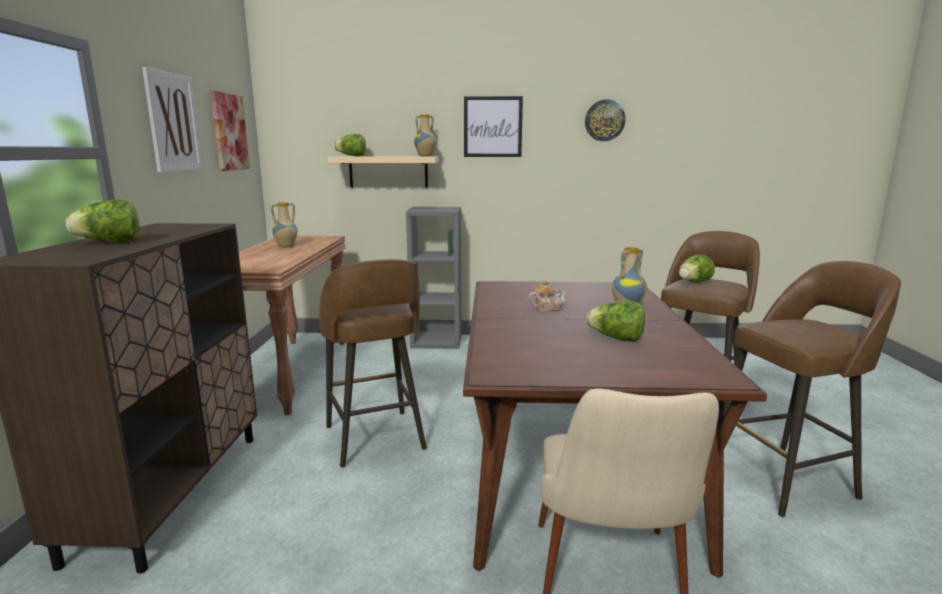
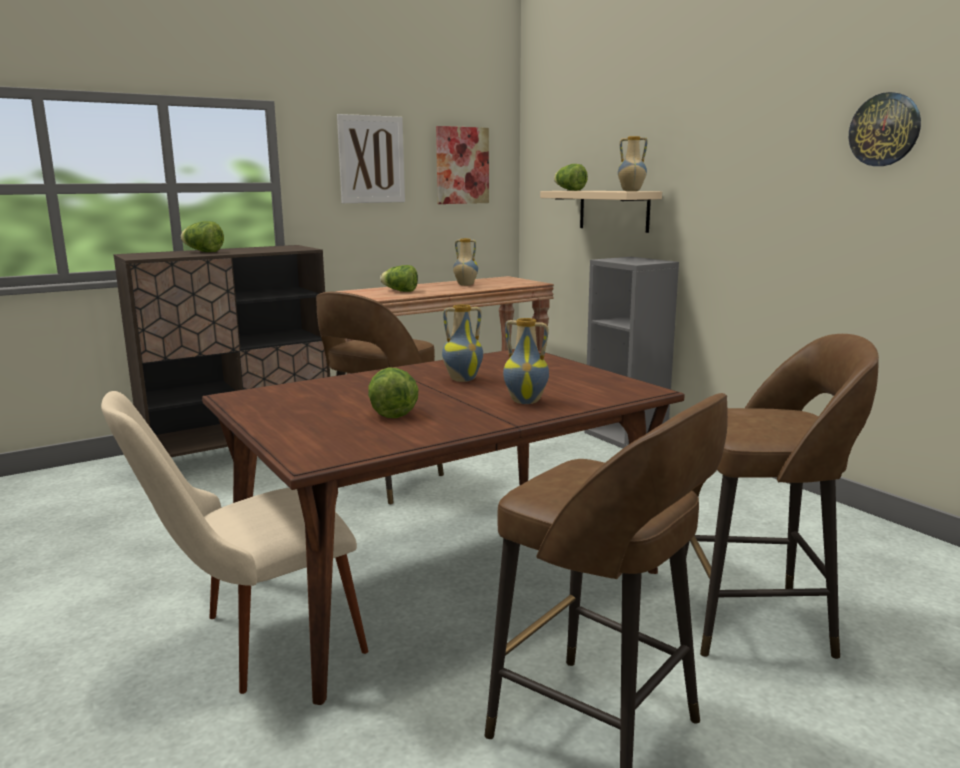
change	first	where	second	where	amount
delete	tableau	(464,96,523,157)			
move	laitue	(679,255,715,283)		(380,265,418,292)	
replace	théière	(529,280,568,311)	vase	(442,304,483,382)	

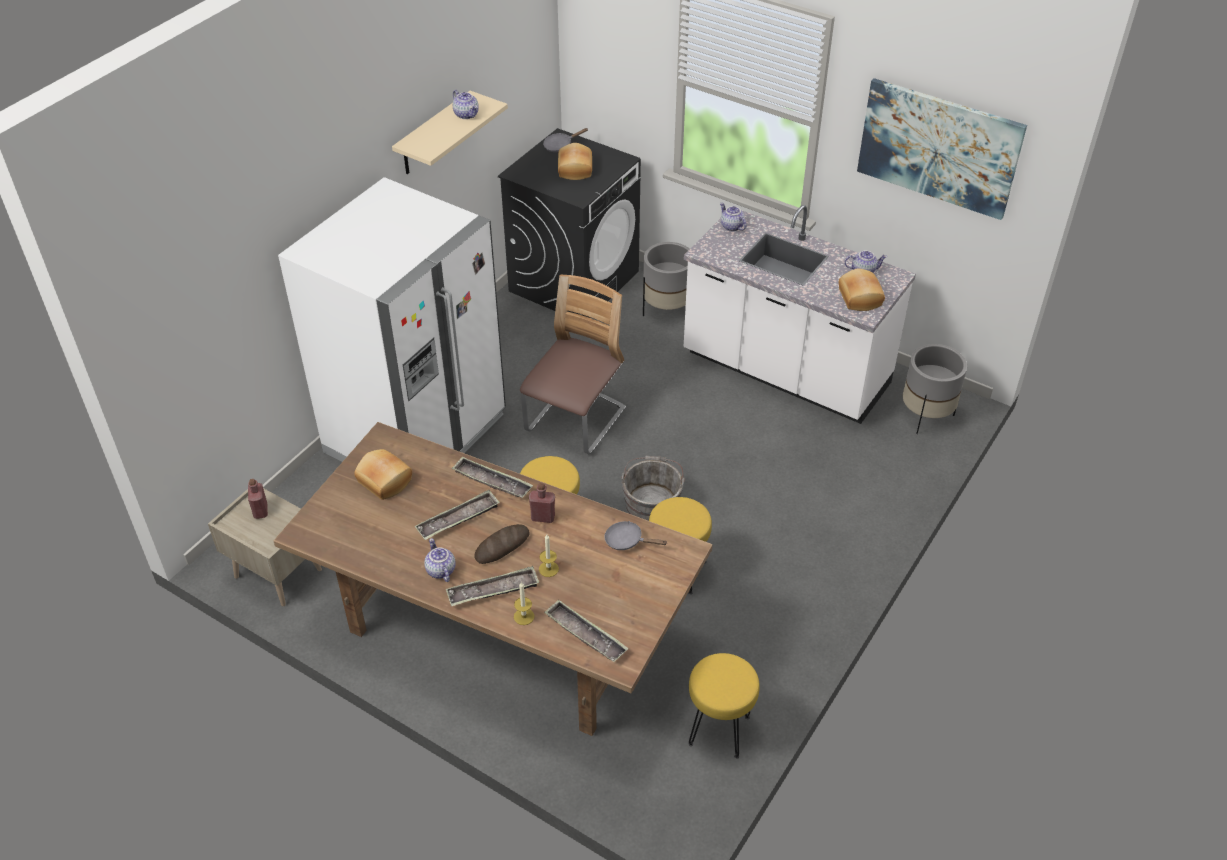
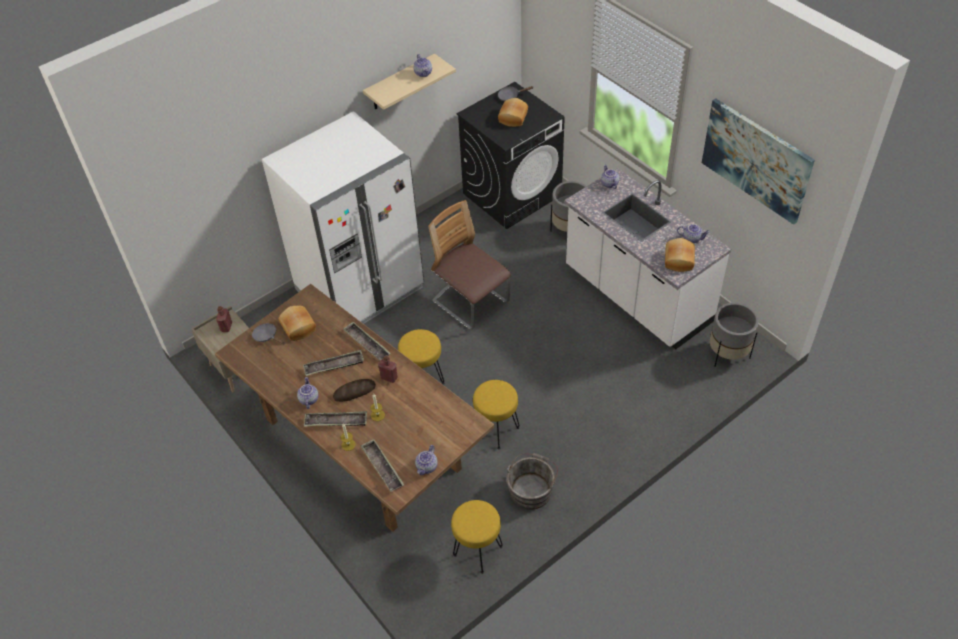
change	first	where	second	where	amount
rotate	chaise	(520,274,626,454)		(428,200,511,330)	90 degrees counterclockwise
move	seau/gris	(621,456,685,521)		(506,453,558,510)	
move	poêle/gris	(604,521,668,550)		(252,323,285,345)	
insert			théière	(415,445,438,475)	

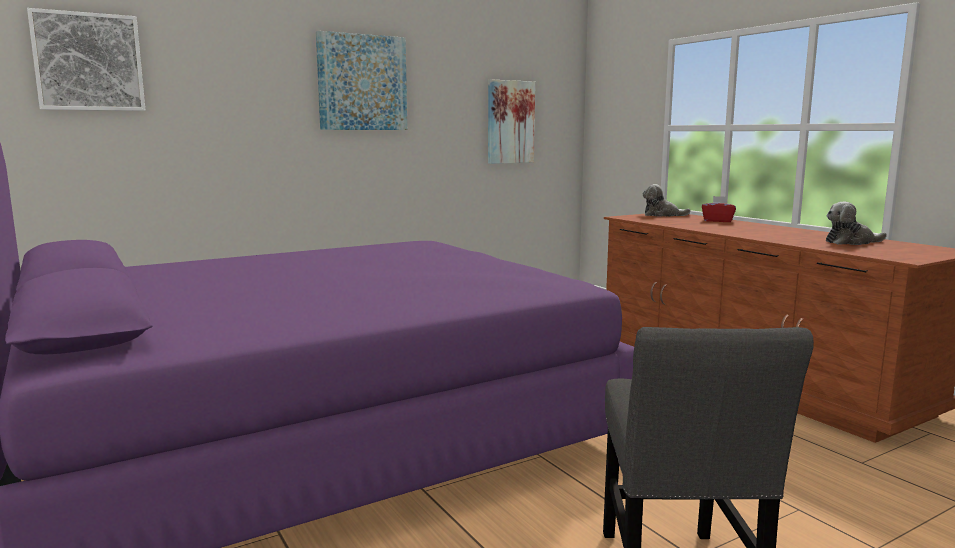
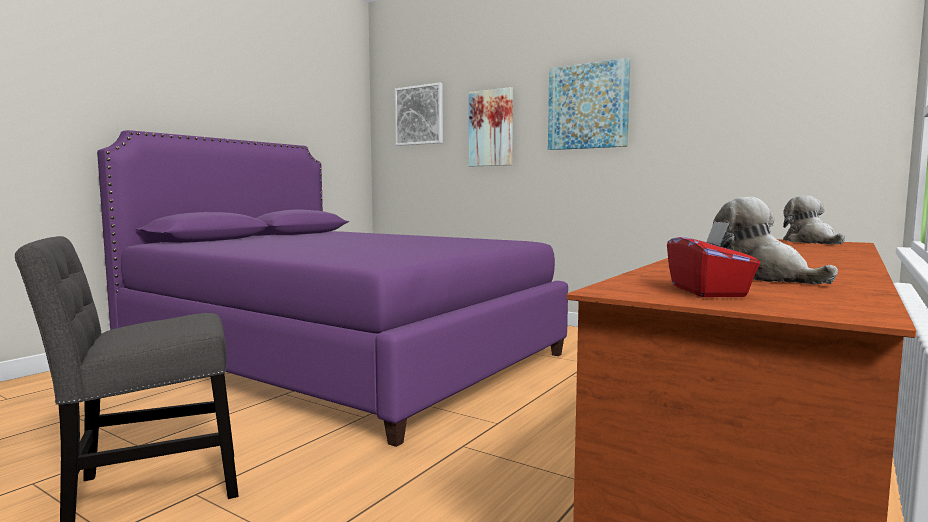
change	first	where	second	where	amount
move	tableau	(488,79,535,164)		(469,87,513,167)	
move	boîte à mouchoirs/rouge	(702,196,736,222)		(667,221,760,297)	

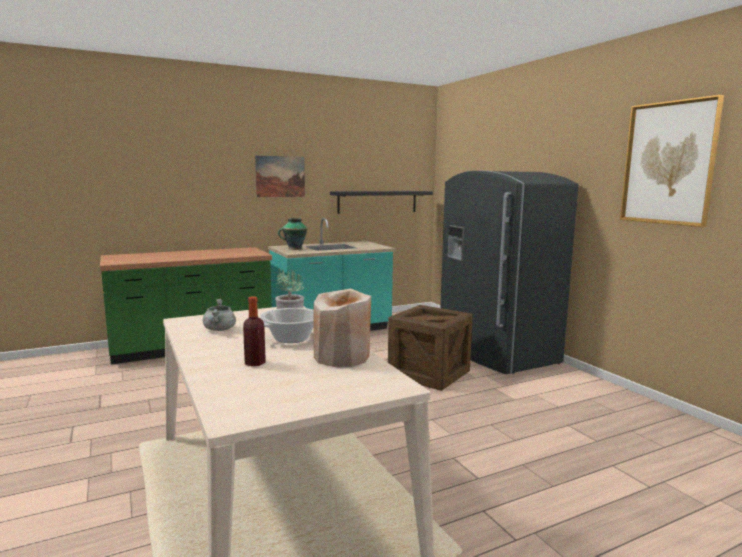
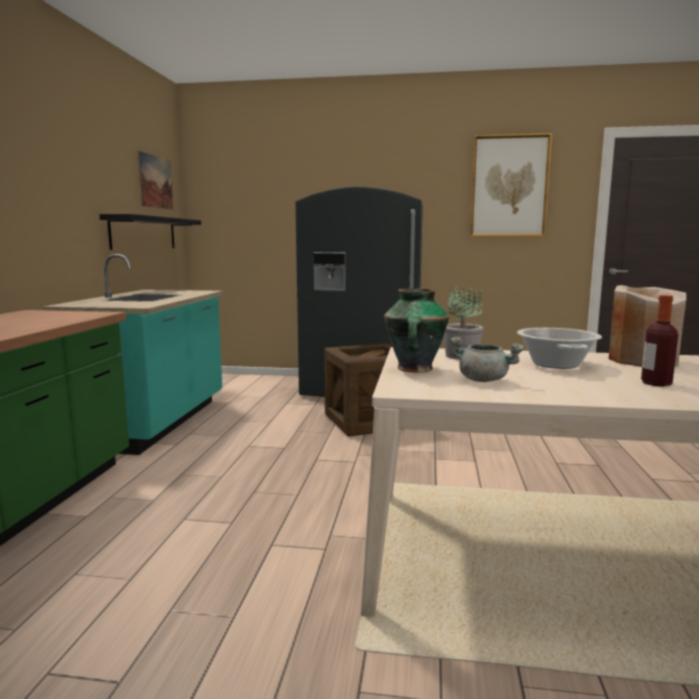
change	first	where	second	where	amount
move	tableau	(255,156,305,197)		(138,151,173,210)	
move	vase	(278,218,307,250)		(384,289,449,373)	

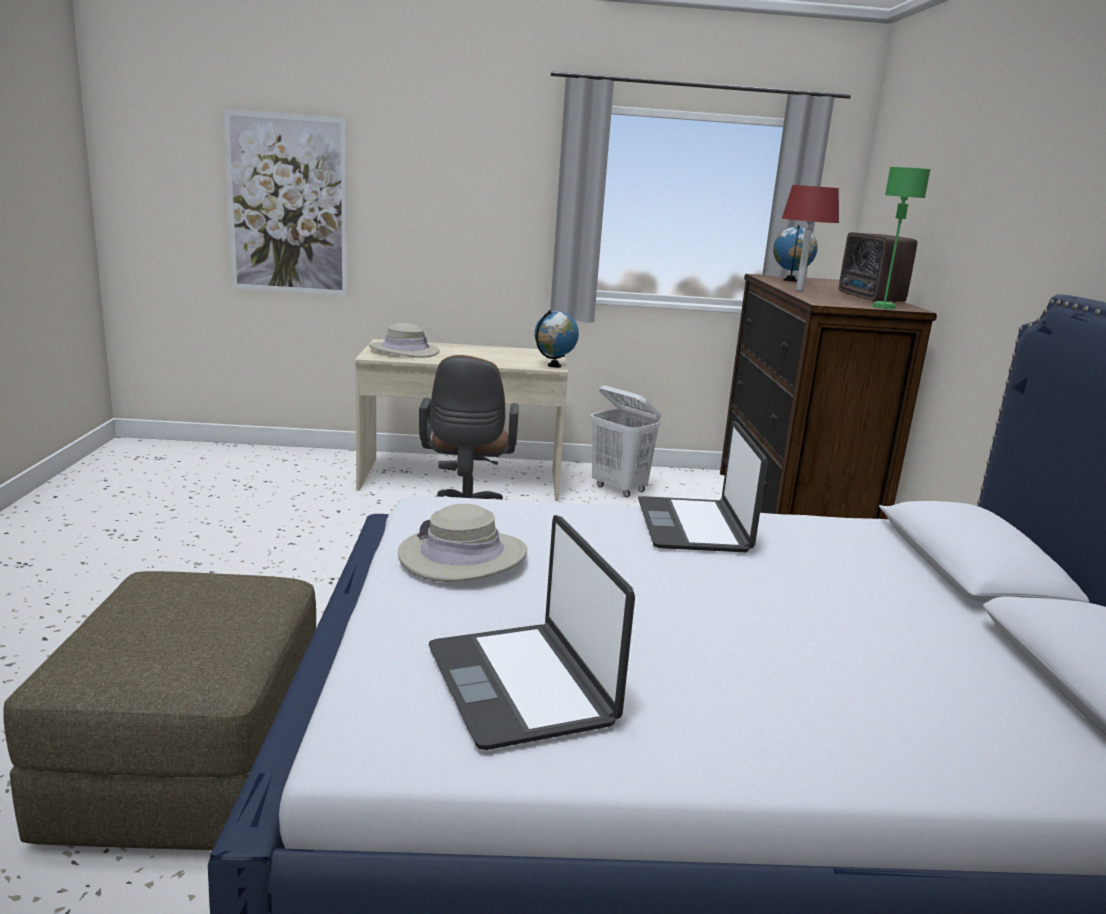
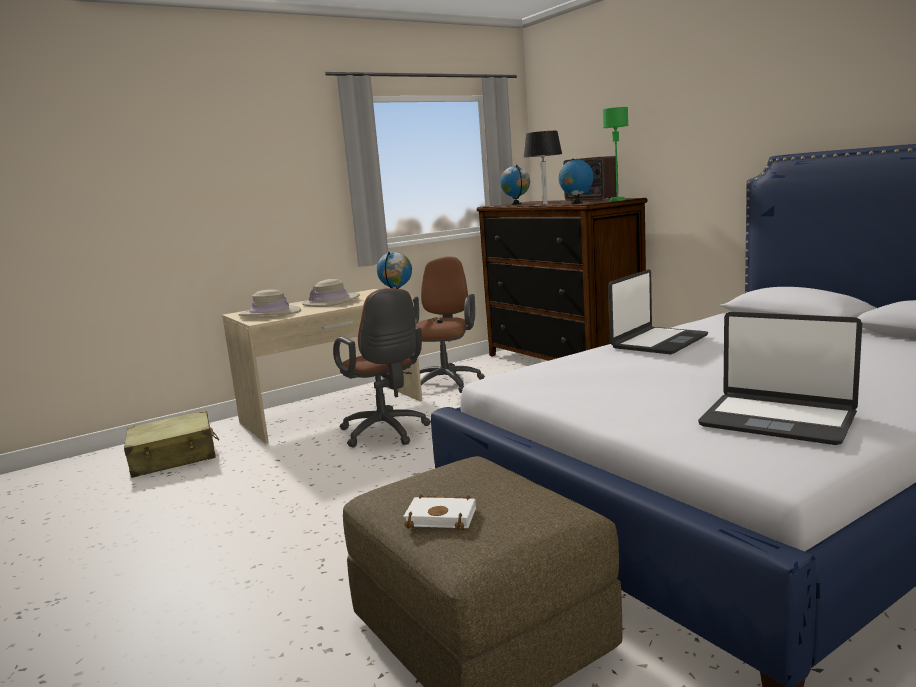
change	first	where	second	where	amount
delete	tableau	(223,109,348,296)			
recolor	lampe de table/rouge	(782,185,839,291)	lampe de table/noir	(524,131,562,204)	
replace	panier à linge/blanc	(591,385,661,497)	chaise de bureau/marron	(413,256,485,393)	
rotate	ordinateur portable	(638,421,768,553)		(608,269,708,354)	105 degrees counterclockwise
move	chapeau/beige	(398,504,527,582)		(302,279,360,307)	
insert			globe	(558,158,594,204)	
insert			valise/beige	(124,410,219,478)	
insert			livre/blanc	(403,494,476,530)	

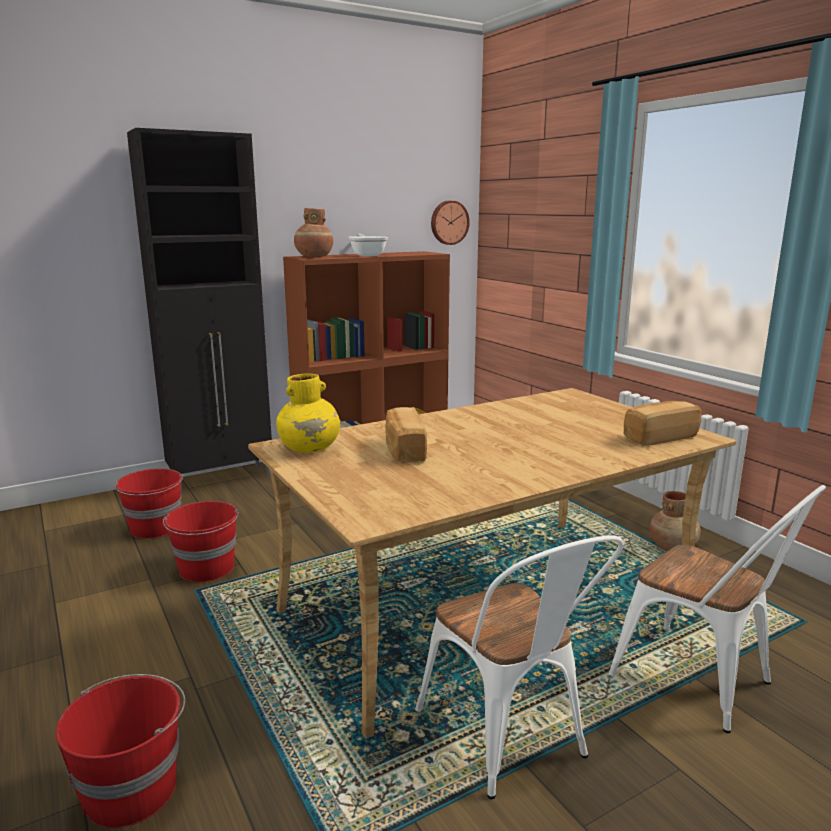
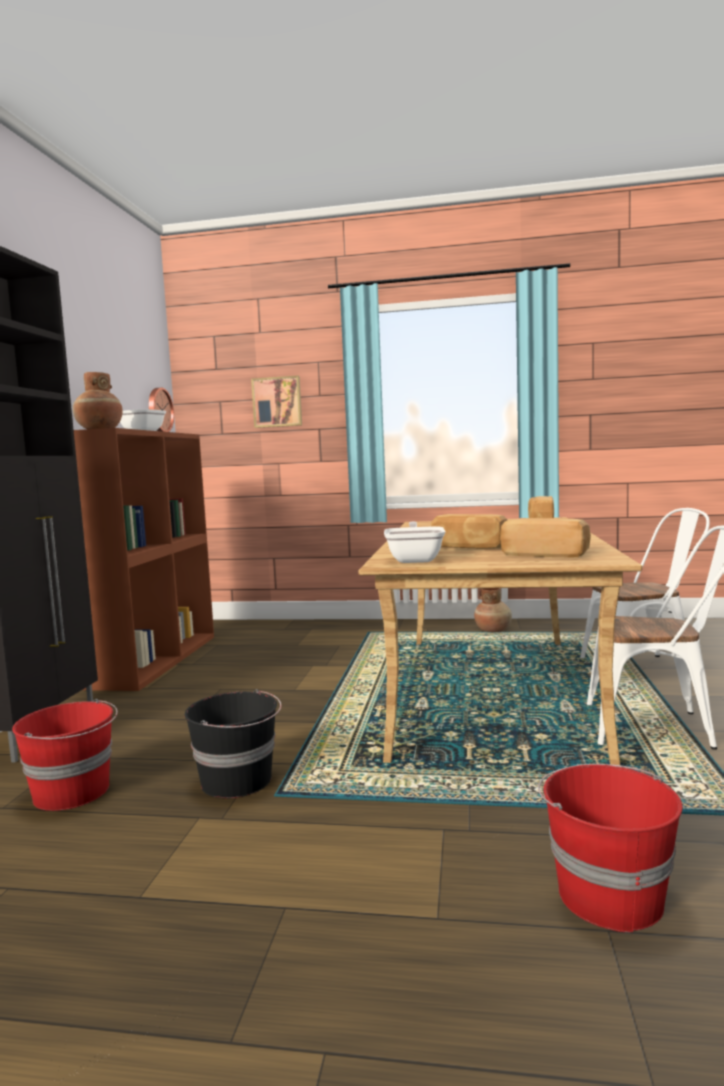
change	first	where	second	where	amount
replace	vase/jaune	(276,374,340,453)	poêle	(384,522,446,563)	
recolor	seau/rouge	(163,501,238,582)	seau/noir	(185,689,281,798)	
insert			tableau	(251,376,302,428)	
insert			pain	(500,518,591,557)	

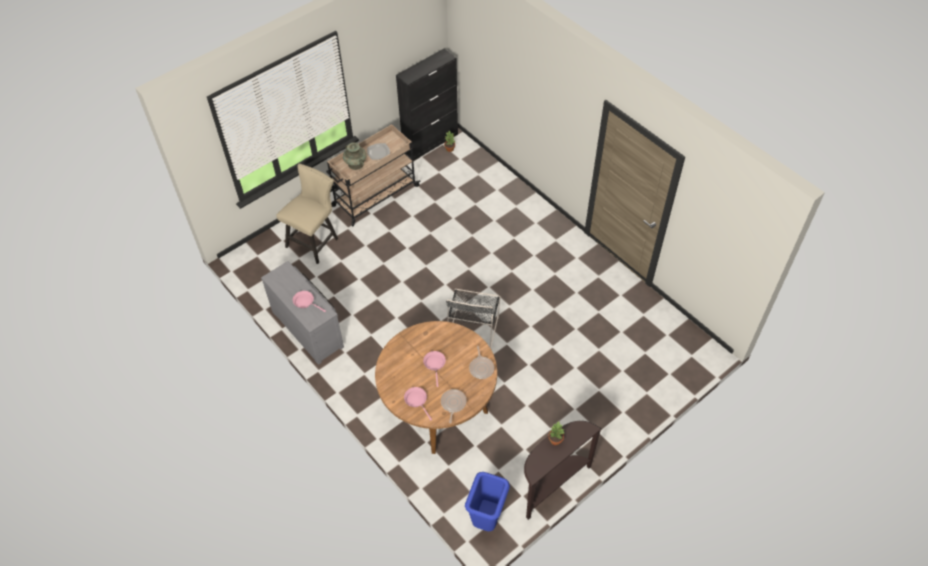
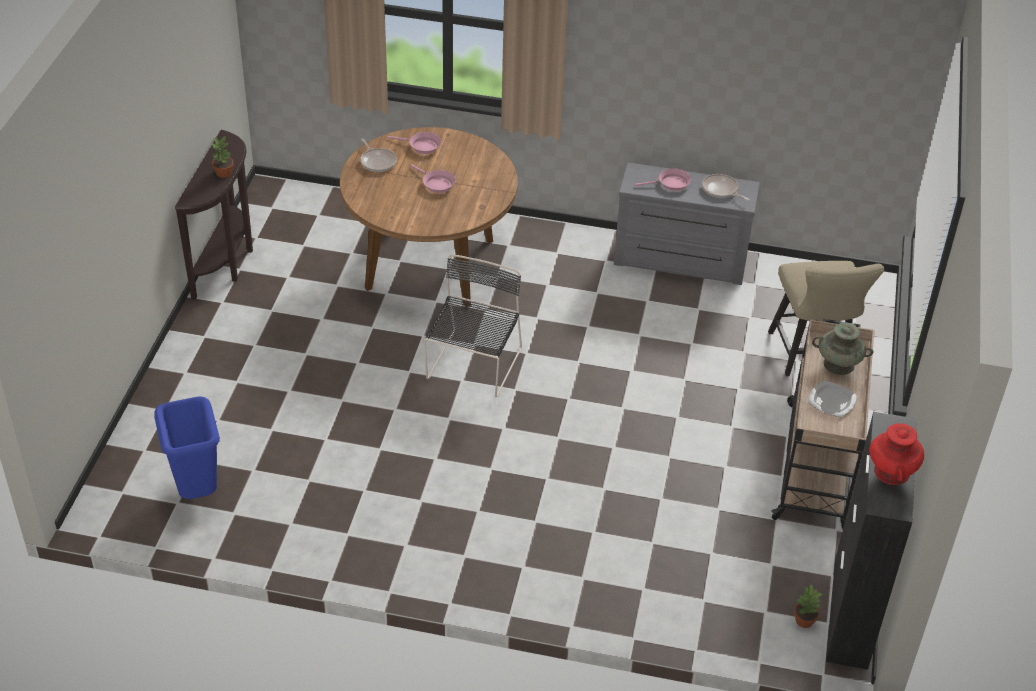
change	first	where	second	where	amount
rotate	chaise/noir	(446,289,500,348)		(424,254,522,397)	45 degrees clockwise
move	poêle	(469,346,494,379)		(702,174,750,201)	
move	poubelle/bleu	(465,472,510,531)		(154,396,220,499)	
insert			vase/rouge	(869,423,924,485)	

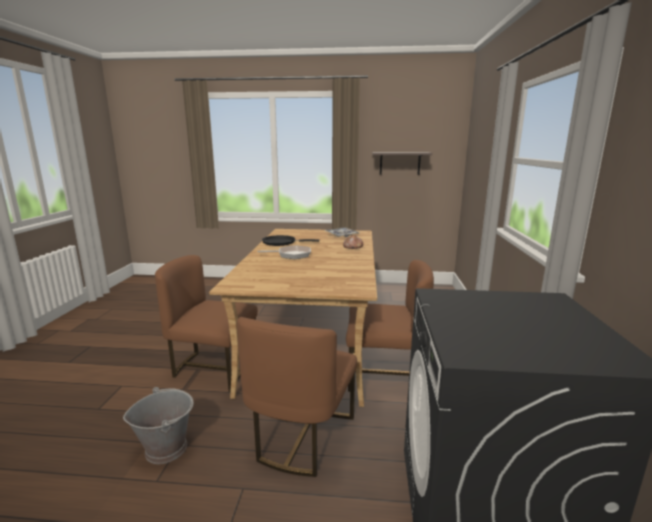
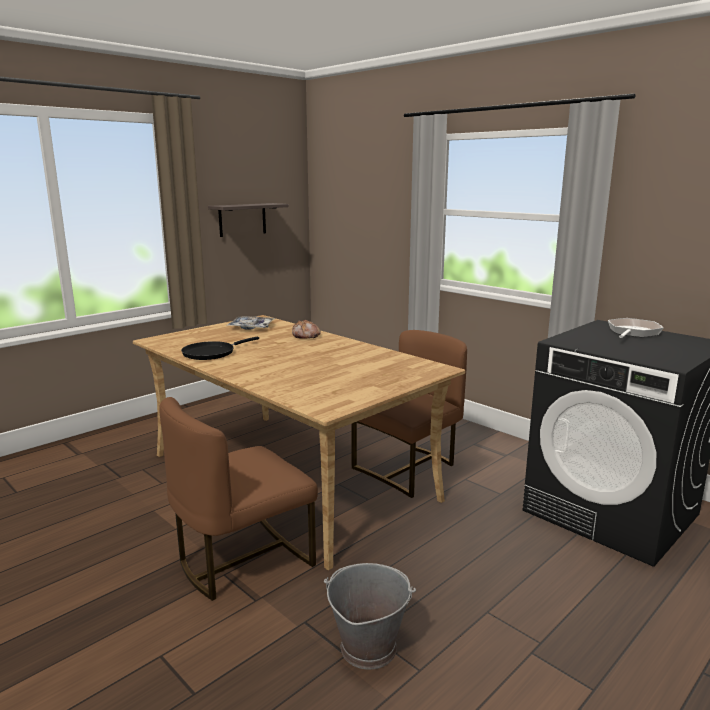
change	first	where	second	where	amount
move	poêle	(258,245,311,259)		(608,318,663,338)	
delete	chaise/marron	(237,317,357,477)			

